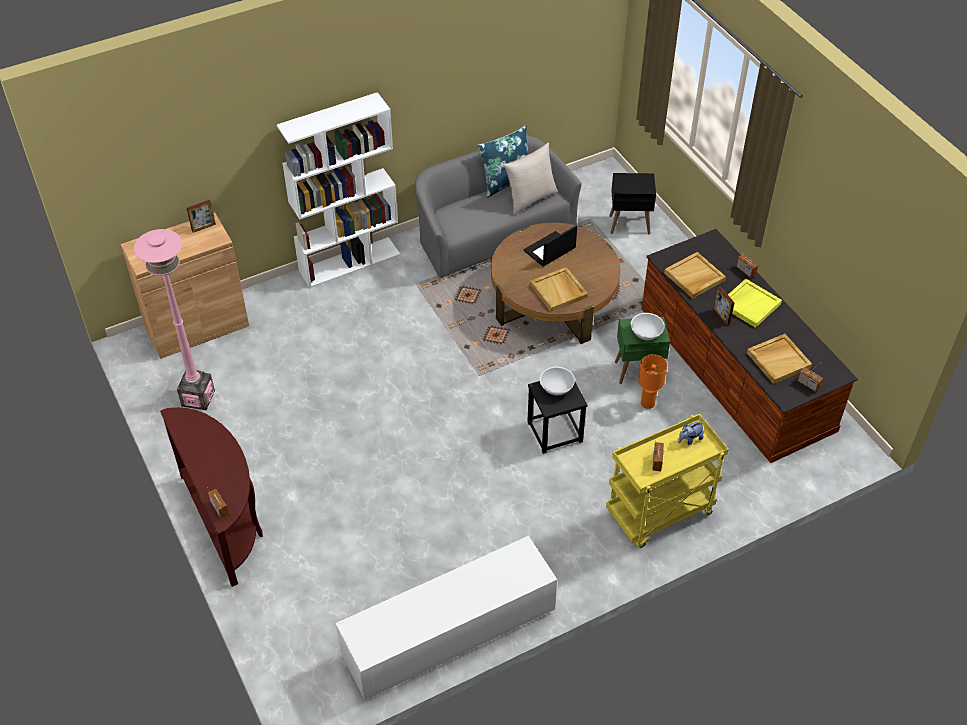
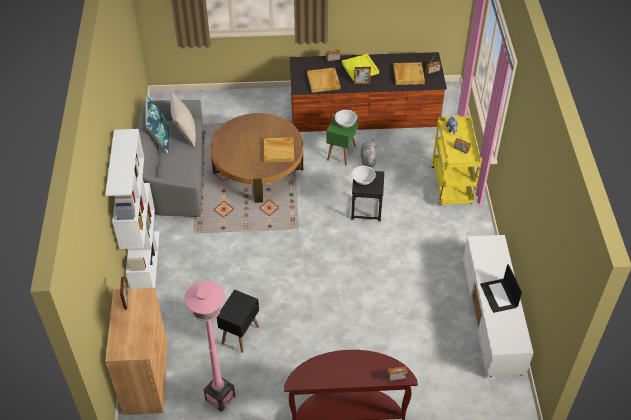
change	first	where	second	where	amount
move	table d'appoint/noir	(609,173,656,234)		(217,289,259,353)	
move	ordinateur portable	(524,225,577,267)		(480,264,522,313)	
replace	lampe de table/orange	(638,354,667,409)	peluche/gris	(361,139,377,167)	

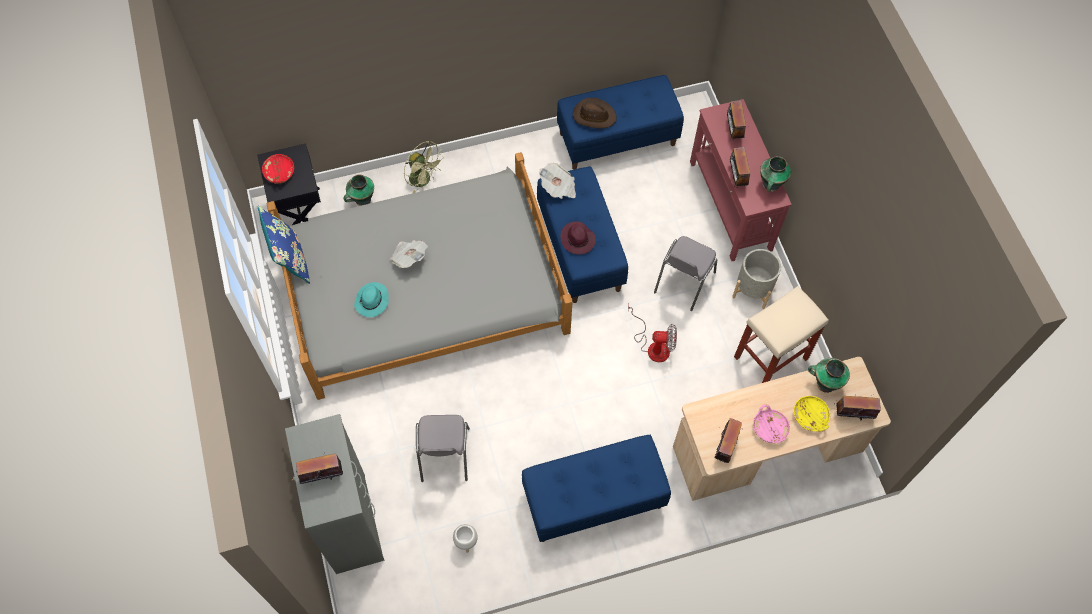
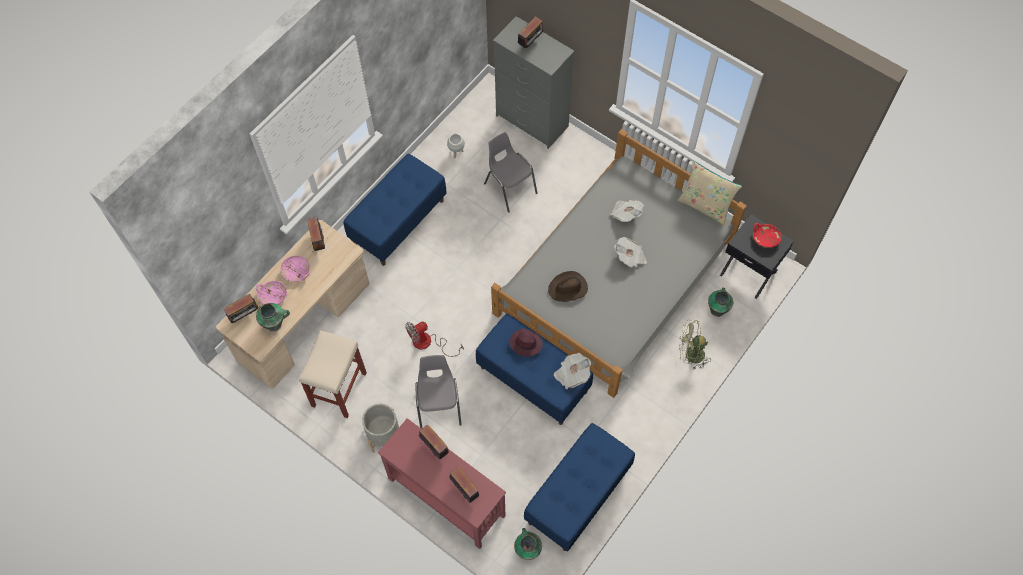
change	first	where	second	where	amount
move	chapeau/marron	(573,98,617,128)		(548,271,588,302)	
move	vase	(760,156,791,192)		(514,528,542,560)	
recolor	coussin/bleu	(258,206,310,284)	coussin/beige	(677,161,742,225)	
replace	chapeau/turquoise	(354,282,389,317)	journal	(610,200,644,222)	
recolor	bol/jaune	(794,396,830,432)	bol/rose	(256,281,287,305)	

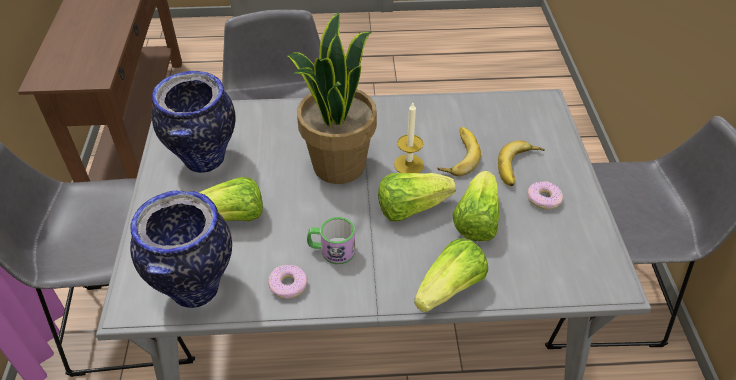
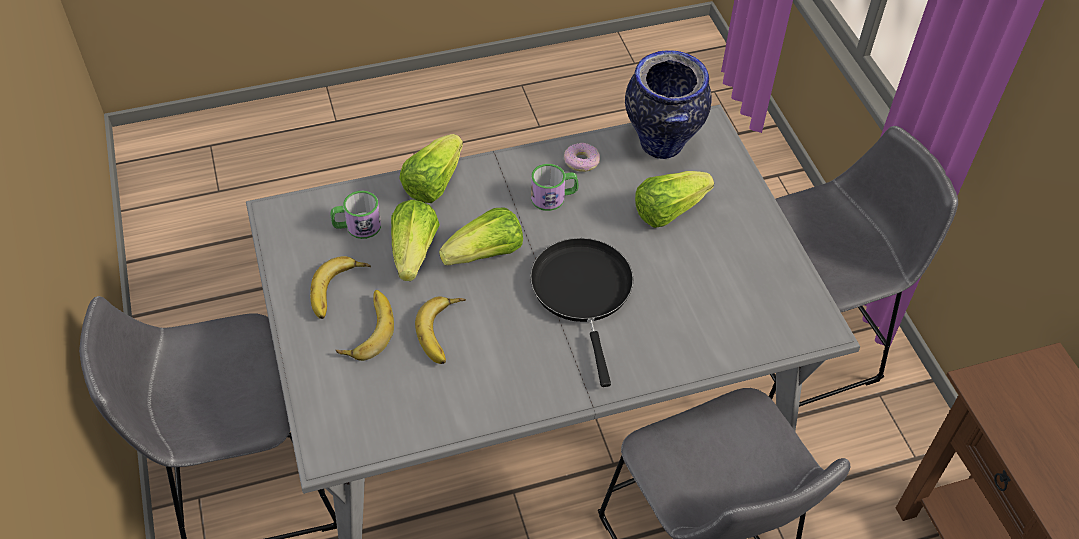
change	first	where	second	where	amount
replace	plante en pot	(287,12,377,184)	poêle/noir	(530,238,633,387)	
delete	vase	(152,71,235,173)			
delete	bougie	(394,103,424,173)			
replace	beignet	(527,181,563,209)	banane	(310,256,371,319)	
insert			mug	(330,191,381,239)	

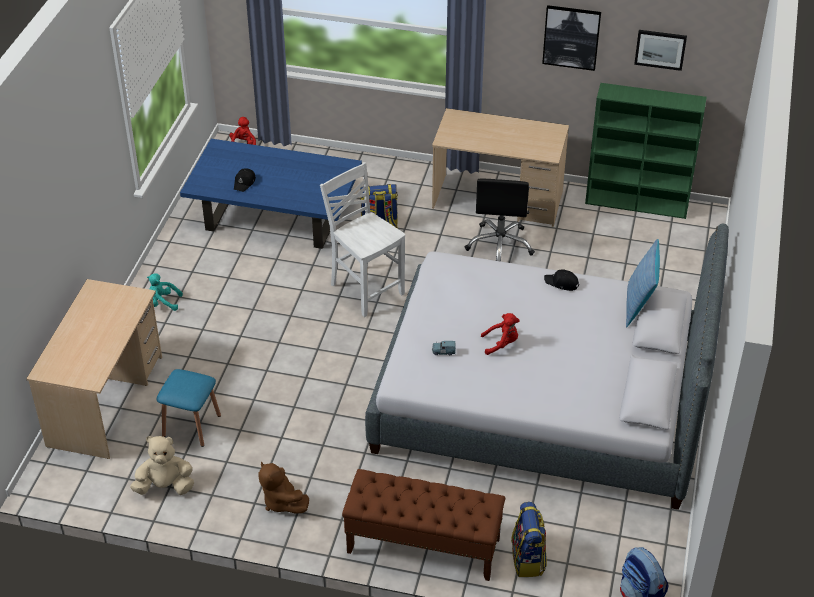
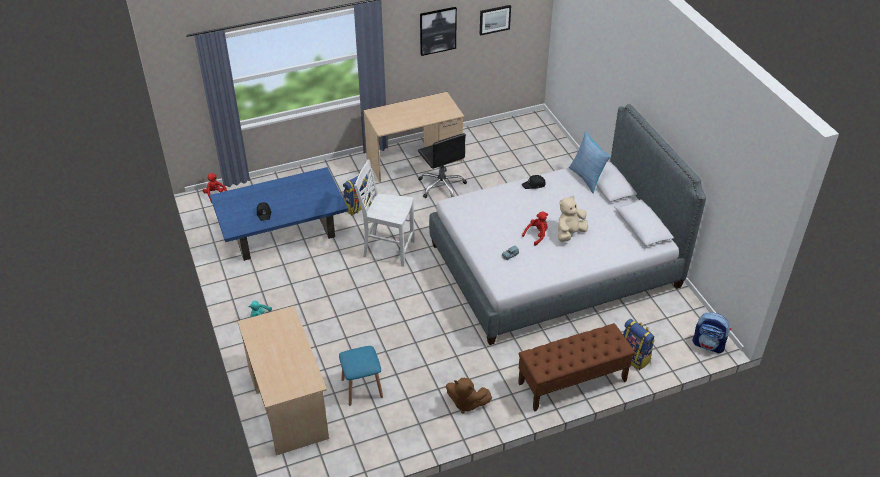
change	first	where	second	where	amount
delete	bibliothèque/vert	(585,83,707,219)			
move	peluche/beige	(130,436,194,495)		(558,195,588,242)	

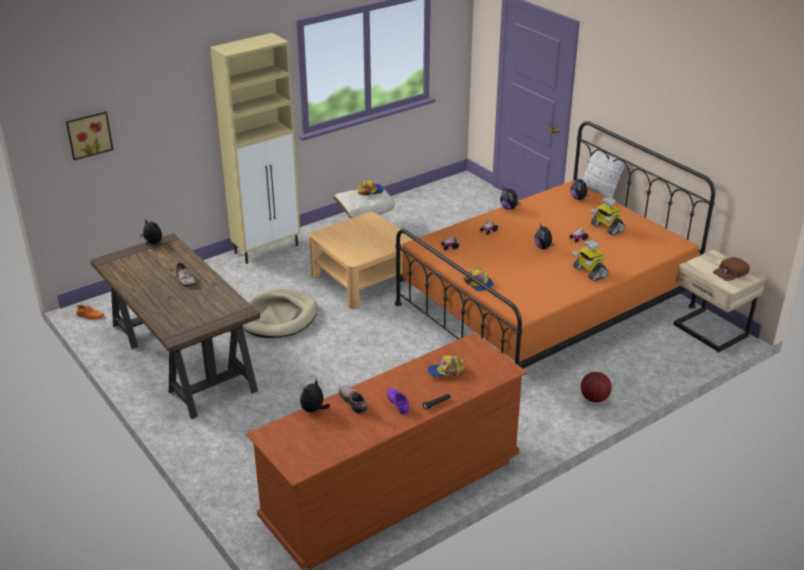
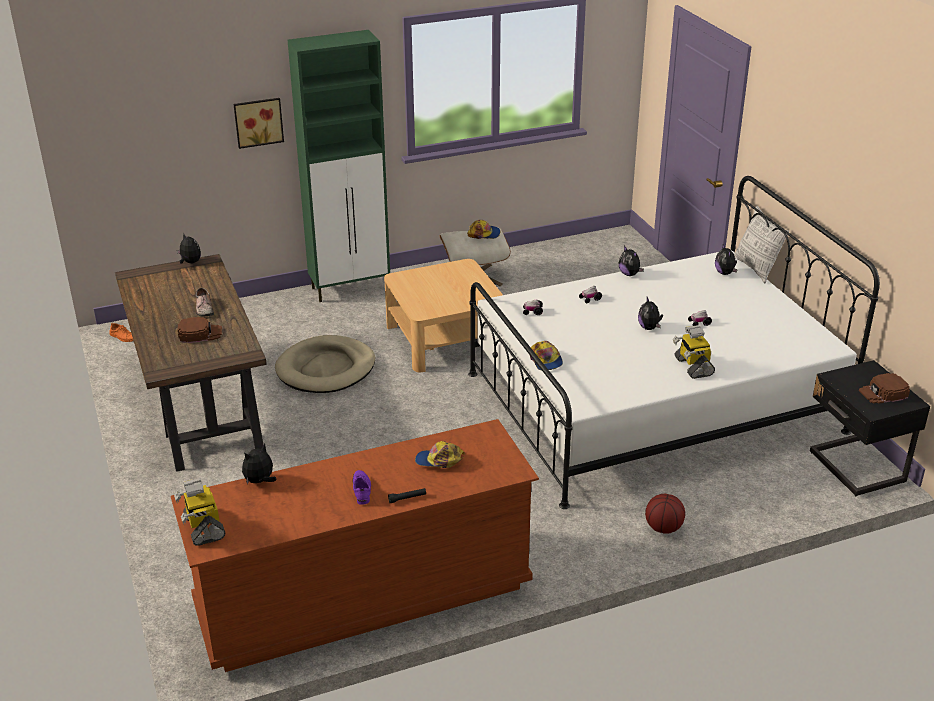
change	first	where	second	where	amount
recolor	meuble de rangement/beige	(210,33,301,264)	meuble de rangement/vert	(288,30,390,302)	
move	tableau	(66,111,113,160)		(233,98,284,149)	
recolor	lit/orange	(395,121,715,368)	lit/blanc	(468,176,880,509)	
move	robot jouet	(591,197,625,236)		(174,478,226,546)	
recolor	table de chevet/beige	(673,250,766,353)	table de chevet/noir	(810,360,930,496)	
delete	chaussure	(339,386,367,414)			
insert			casquette/marron	(178,317,222,343)	

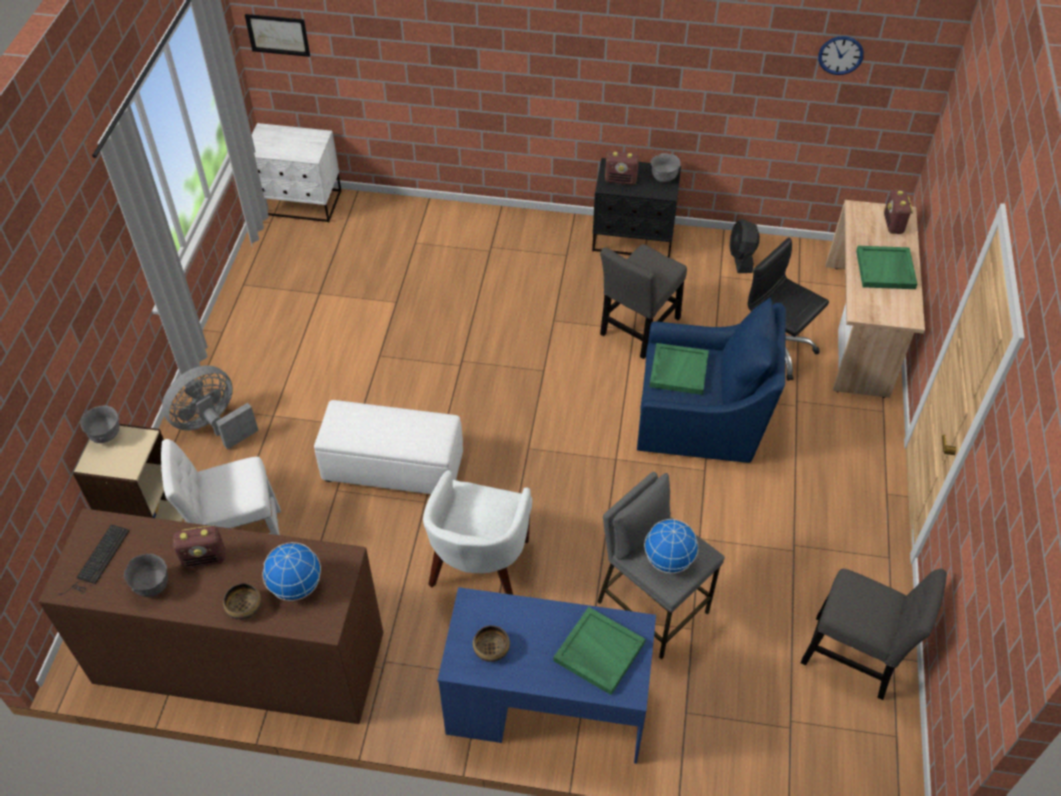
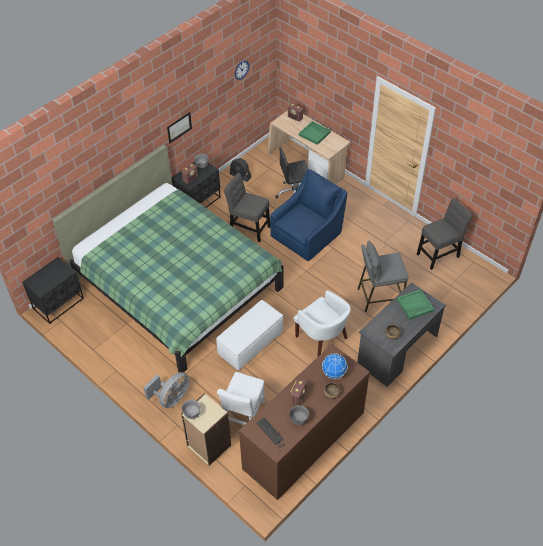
change	first	where	second	where	amount
move	tableau	(245,14,310,57)		(167,112,192,143)	
recolor	table de chevet/blanc	(252,123,341,223)	table de chevet/noir	(22,257,84,324)	
rotate	chaise/gris	(600,244,687,359)		(224,173,270,242)	135 degrees clockwise
delete	plateau/vert	(649,343,709,395)			
rotate	ventilateur/gris	(162,365,259,450)		(143,372,190,408)	135 degrees counterclockwise
delete	globe	(644,519,699,573)			
recolor	bureau/bleu	(437,587,656,764)	bureau/gris	(357,282,446,387)	
insert			lit/vert	(52,145,284,373)	

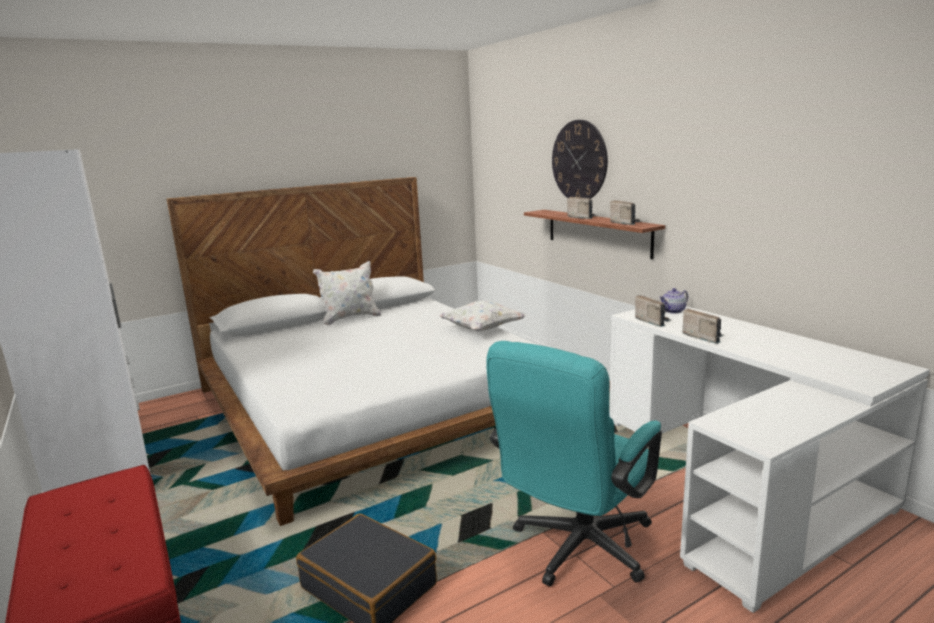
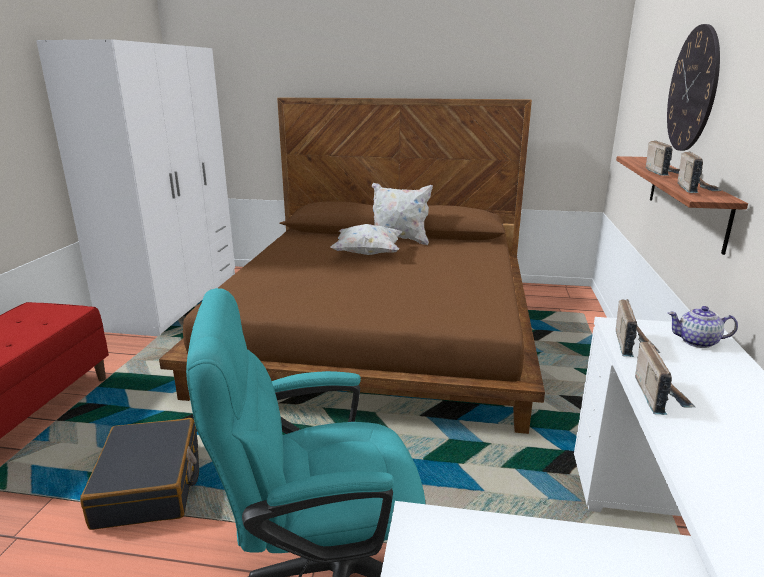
change	first	where	second	where	amount
recolor	lit/blanc	(166,177,538,526)	lit/marron	(159,97,545,434)	
move	coussin/blanc	(439,300,527,331)		(330,224,401,255)	

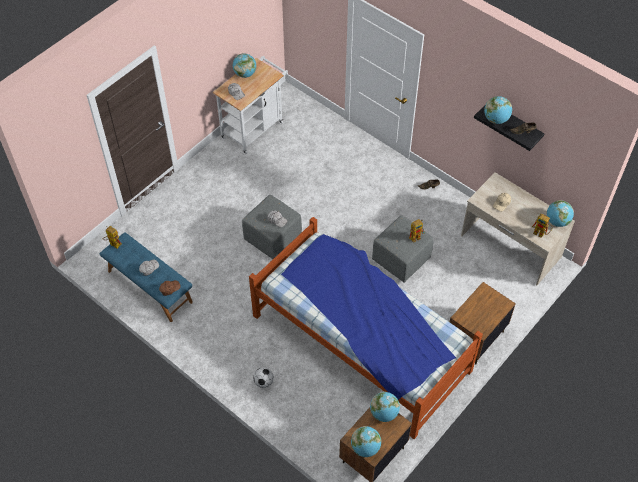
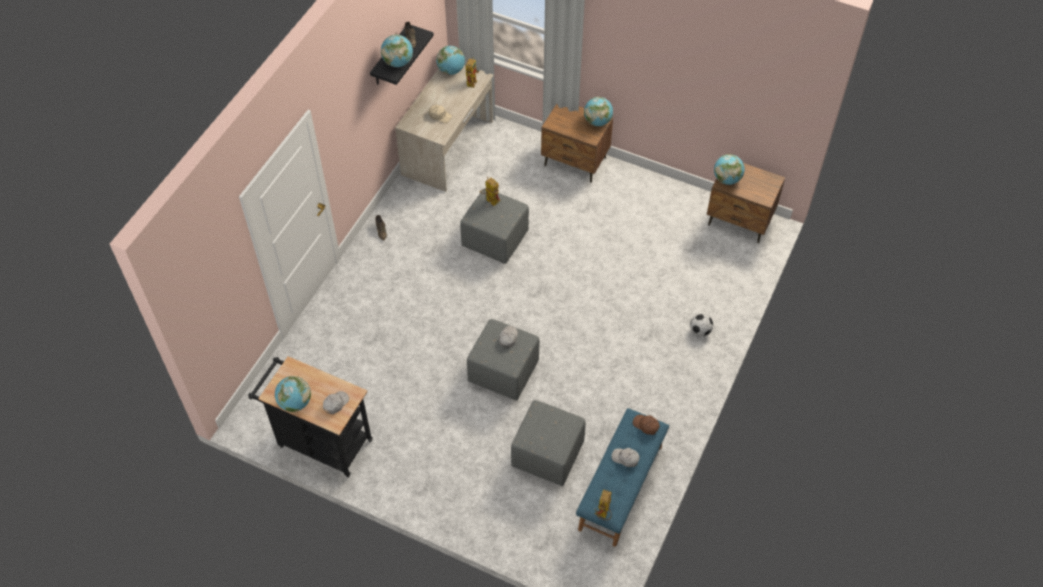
change	first	where	second	where	amount
recolor	chariot/blanc	(213,56,288,154)	chariot/noir	(248,356,373,478)	
delete	lit	(249,217,483,439)			
move	globe	(351,426,381,457)		(584,97,613,126)	
insert			pouf/gris	(511,400,586,486)	

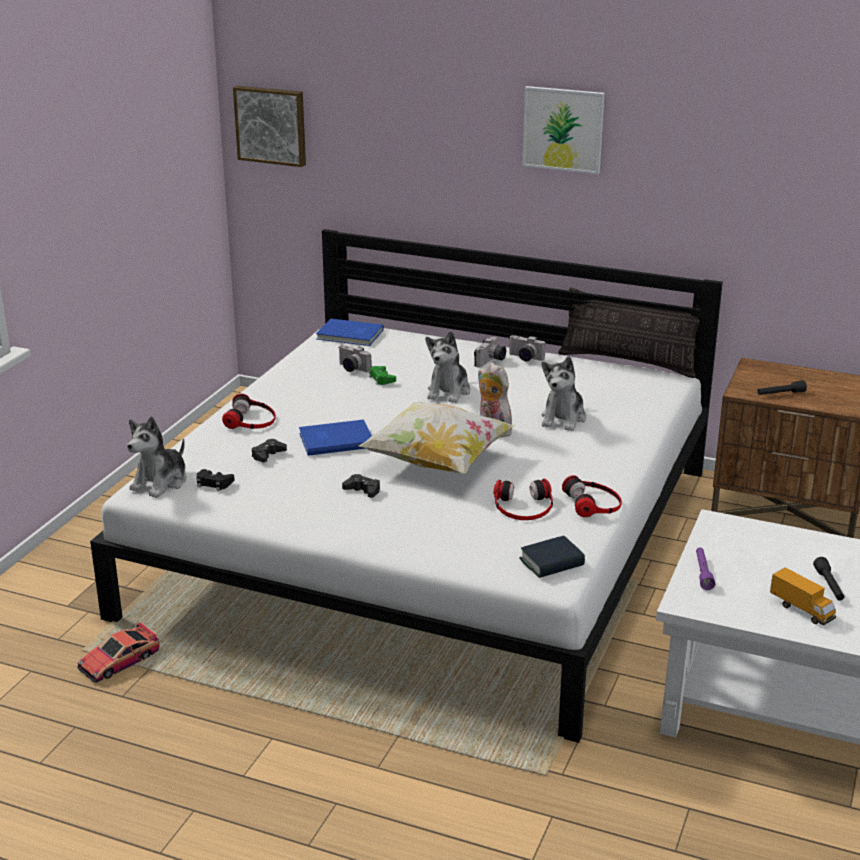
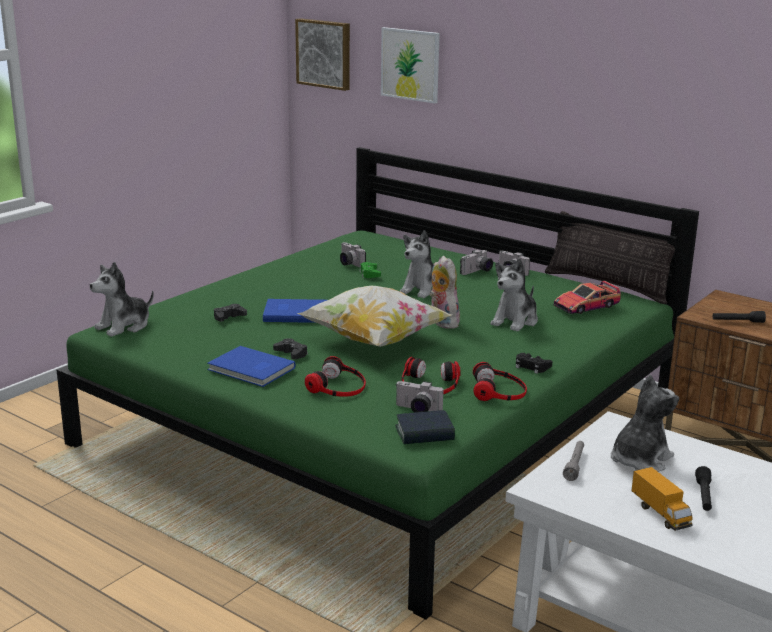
change	first	where	second	where	amount
move	tableau	(523,86,604,174)		(381,27,440,103)	
recolor	lit/blanc	(90,229,723,743)	lit/vert	(57,147,699,619)	
move	livre/bleu	(316,319,384,346)		(207,346,296,387)	
move	casque audio	(222,394,276,429)		(305,356,366,397)	
move	manette/noir	(196,469,235,491)		(516,353,552,374)	
recolor	lampe de poche/violet	(696,548,715,590)	lampe de poche/gris	(563,441,584,481)	
move	petite voiture	(77,622,159,683)		(553,281,621,314)	
insert			peluche	(611,374,679,472)	
insert			appareil photo	(395,381,444,413)	

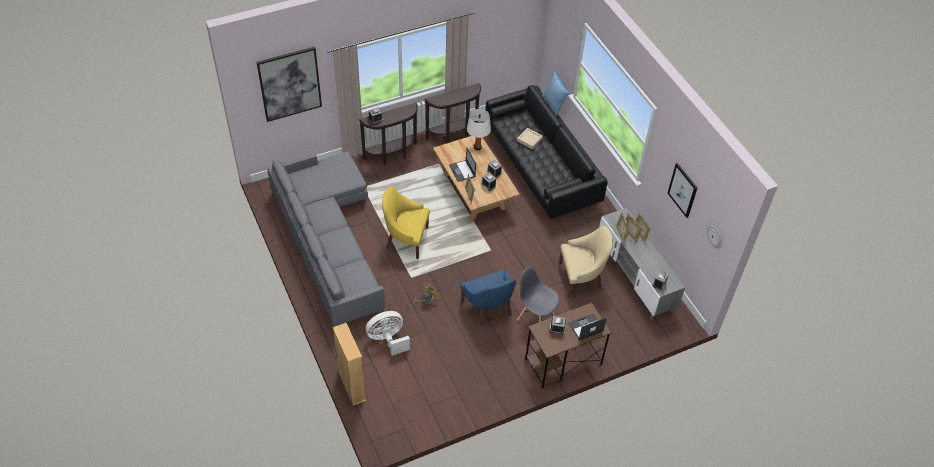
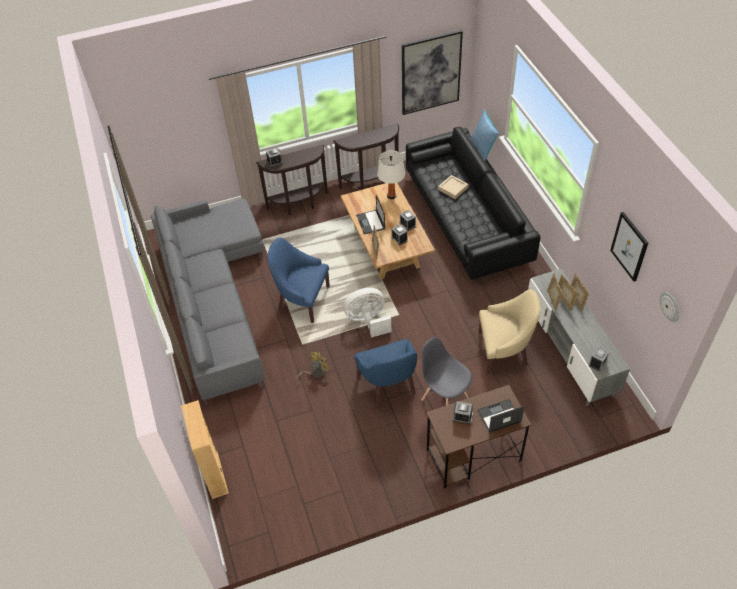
change	first	where	second	where	amount
move	tableau	(256,47,322,122)		(402,30,463,115)	
recolor	fauteuil/jaune	(382,187,430,259)	fauteuil/bleu	(267,238,330,323)	
move	ventilateur/blanc	(366,311,410,356)		(344,288,391,338)	

